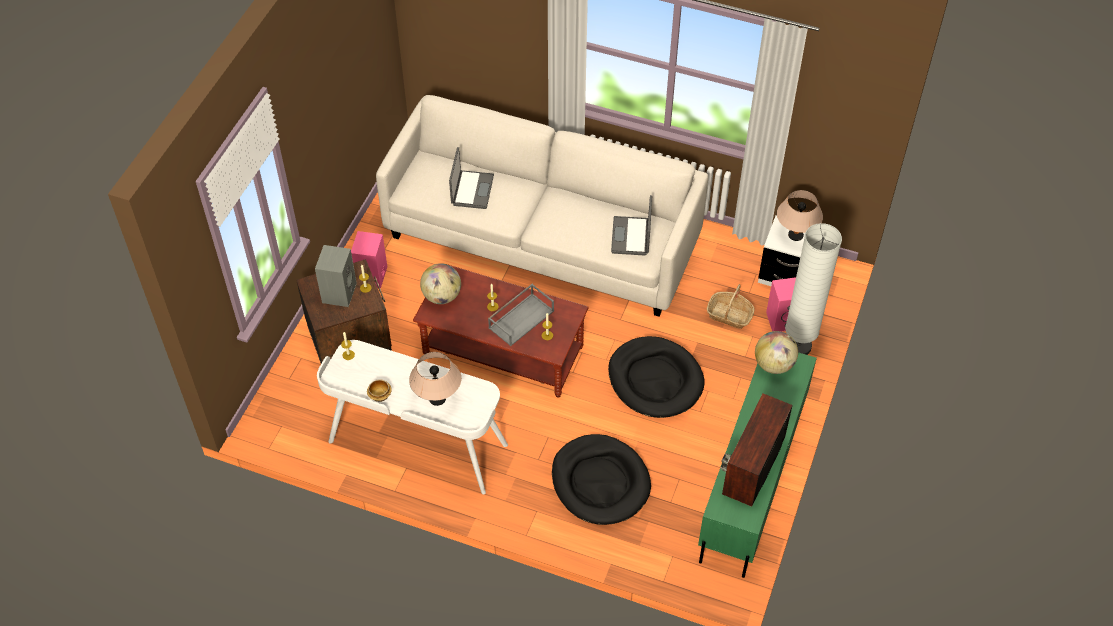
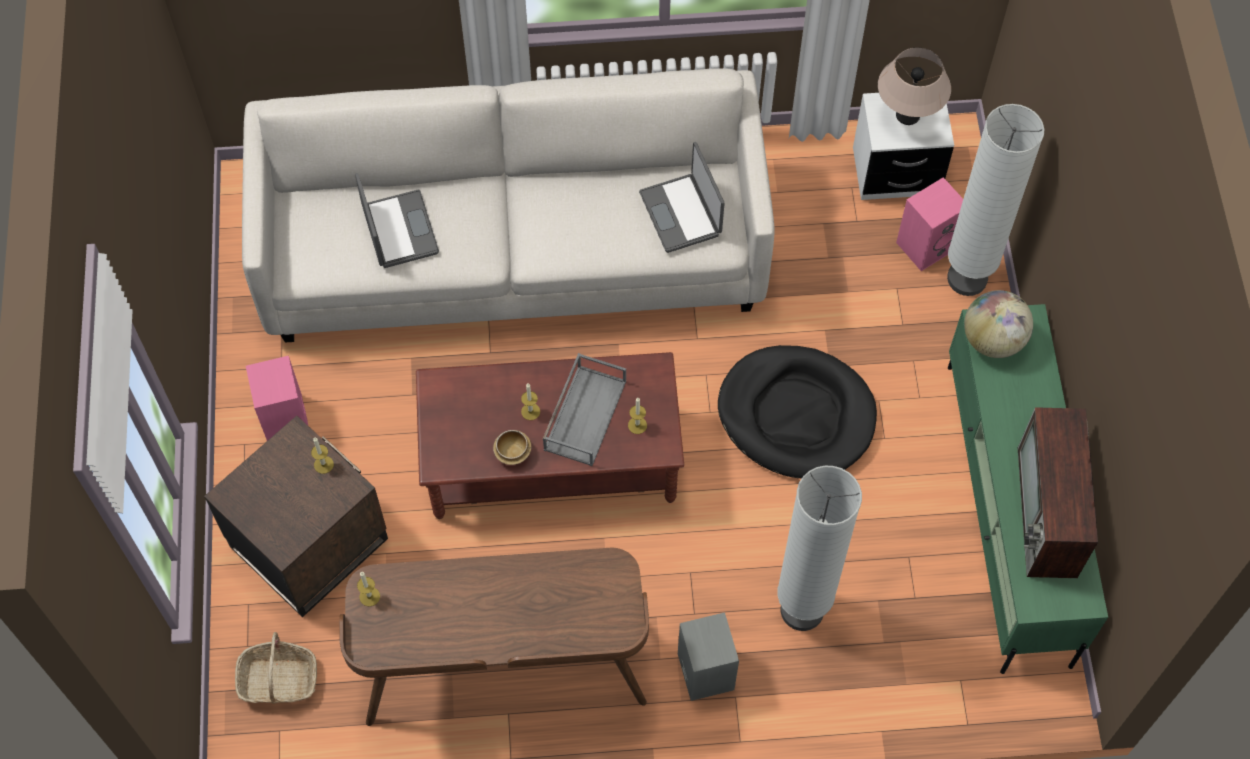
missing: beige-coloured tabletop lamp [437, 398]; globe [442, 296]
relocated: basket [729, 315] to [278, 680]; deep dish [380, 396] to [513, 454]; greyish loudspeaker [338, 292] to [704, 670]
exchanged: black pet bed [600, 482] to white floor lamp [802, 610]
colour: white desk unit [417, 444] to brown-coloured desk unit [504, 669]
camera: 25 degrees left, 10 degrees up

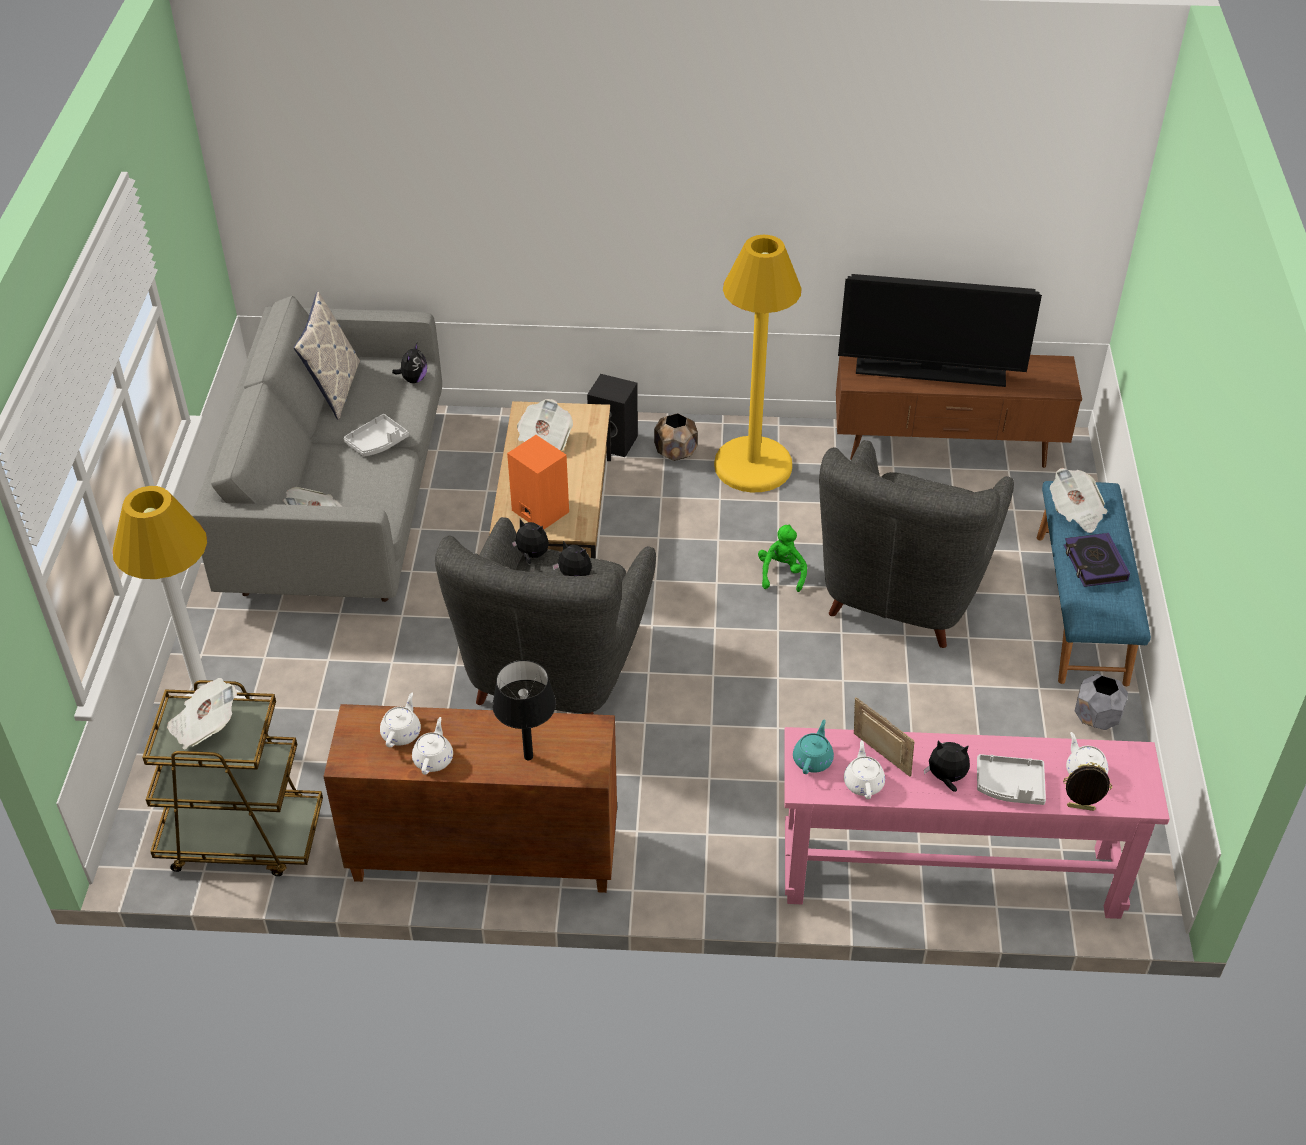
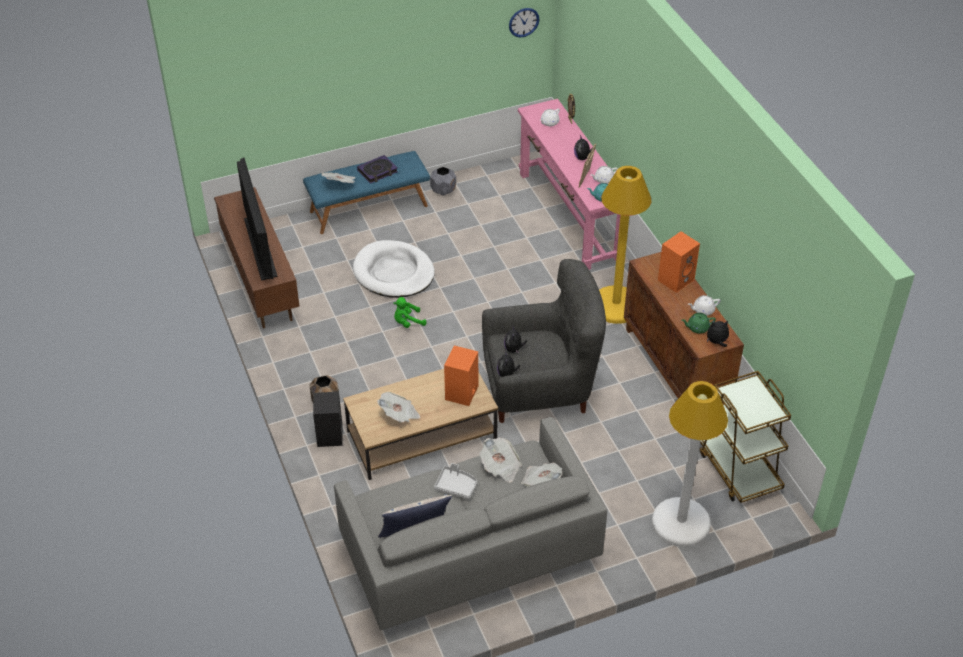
missing: greyish carrying tray [1010, 786]
appeared: wall clock [523, 22]
relocated: newspaper [205, 726] to [500, 467]; yellow-coloured floor lamp [753, 466] to [616, 305]; soft toy [413, 379] to [717, 342]
exchanged: greyish lounge chair [903, 591] to white pet bed [394, 273]; black tabletop lamp [528, 757] to orange loudspeaker [676, 279]
colour: white pot for tea [402, 732] to green-coloured pot for tea [697, 328]
camera: 115 degrees left, 0 degrees up

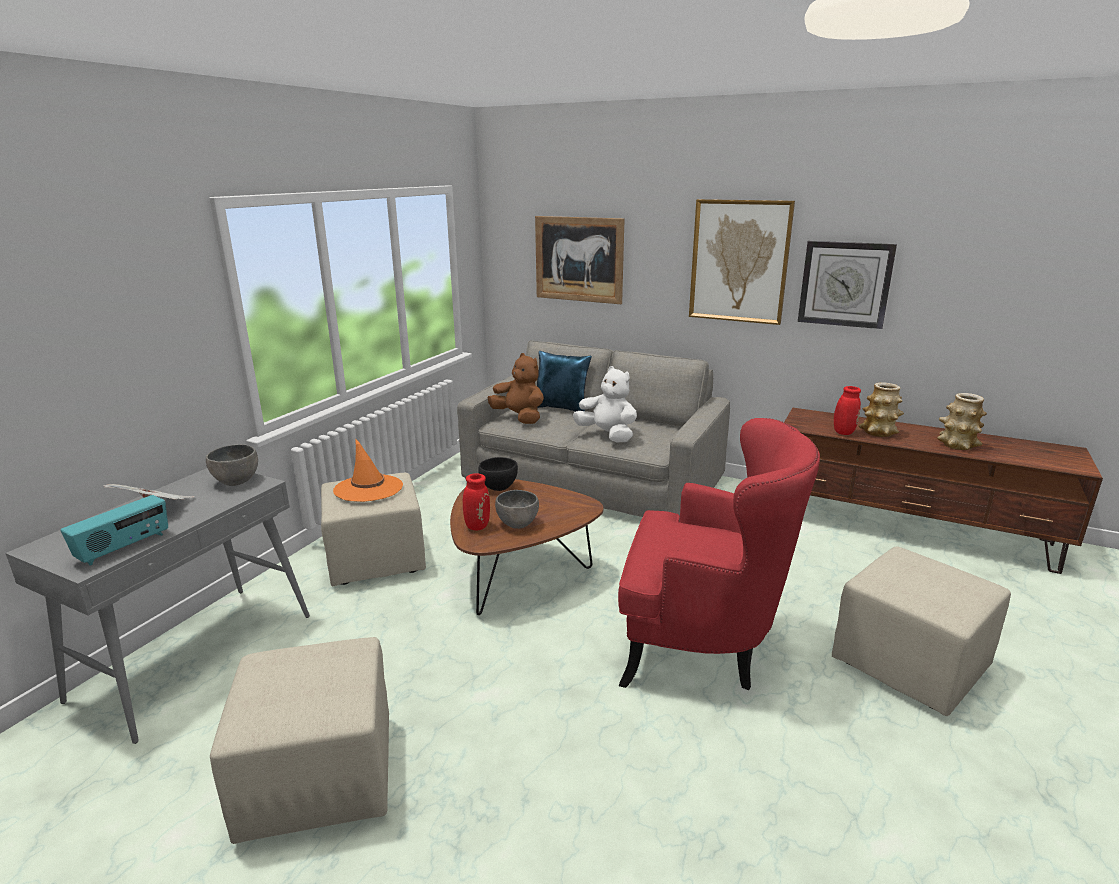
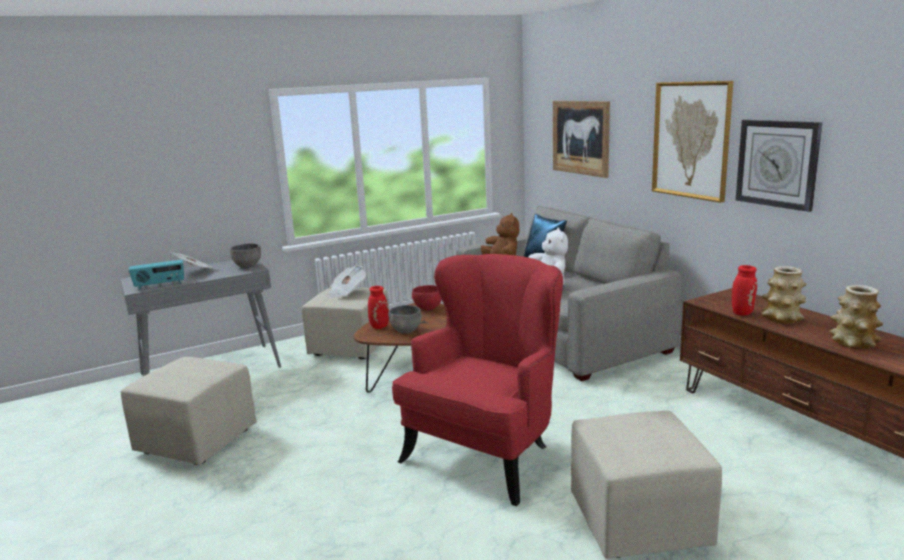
exchanged: orange wearable hat [368, 488] to newspaper [346, 293]
colour: black deep dish [499, 487] to reddish deep dish [428, 308]
spun: reddish lounge chair [702, 645] = [487, 453] 105 degrees counterclockwise
camera: 35 degrees right, 5 degrees down

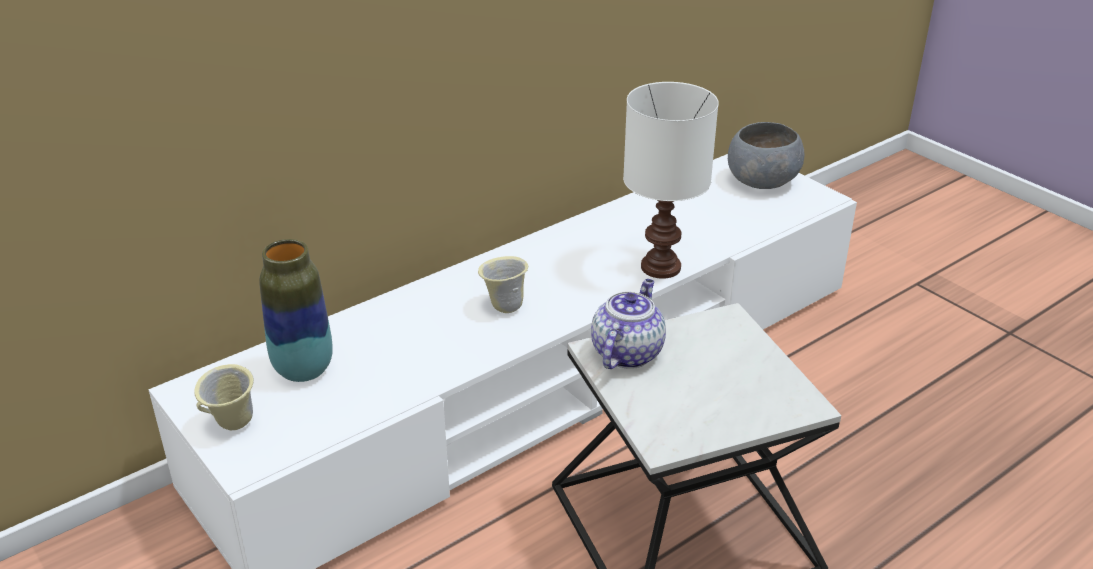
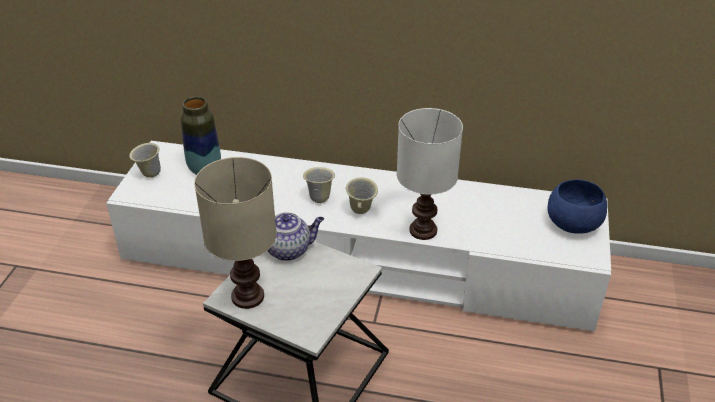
appeared: beige-coloured tabletop lamp [249, 297]; beige-coloured tea mug [361, 212]
colour: greyish deep dish [760, 181] to blue-coloured deep dish [572, 223]
camera: 50 degrees right, 5 degrees up

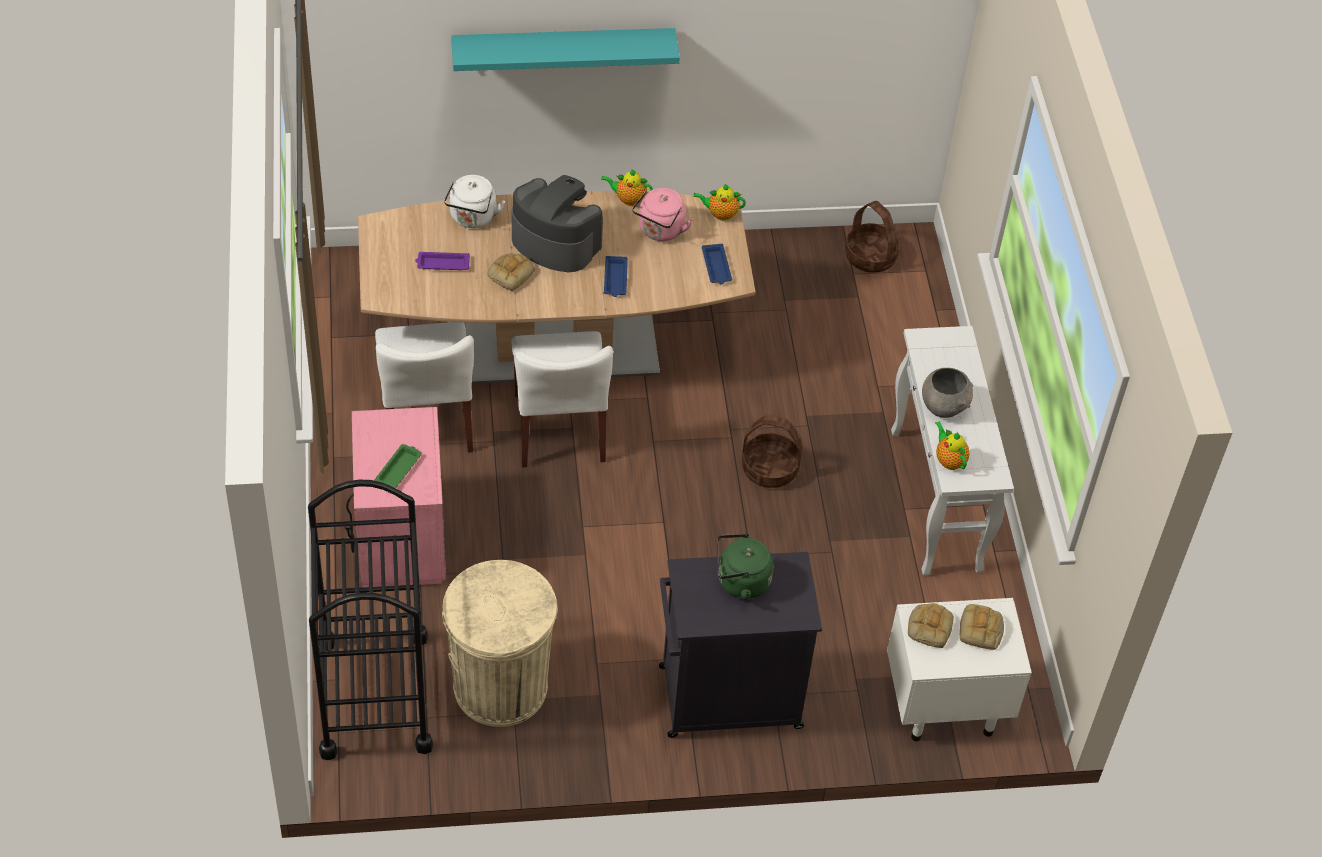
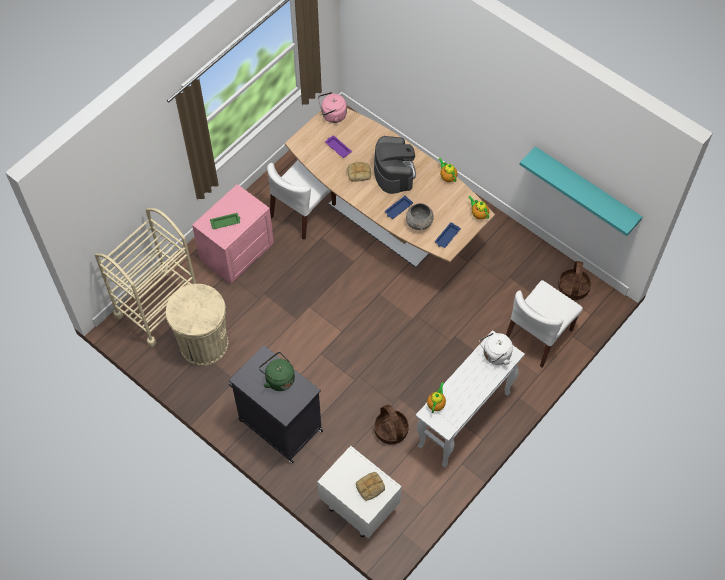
missing: bakery bread [929, 627]
relocated: pink-coloured tea kettle [660, 231] to [332, 115]; basket [769, 469] to [390, 430]; greyish deep dish [943, 407] to [419, 223]; white tea kettle [472, 218] to [495, 355]; white plain chair [559, 428] to [538, 336]; turquoise-coloured wall shelf [563, 48] to [585, 188]
colour: black cart [374, 695] to beige-coloured cart [158, 307]
camera: 50 degrees right, 10 degrees up

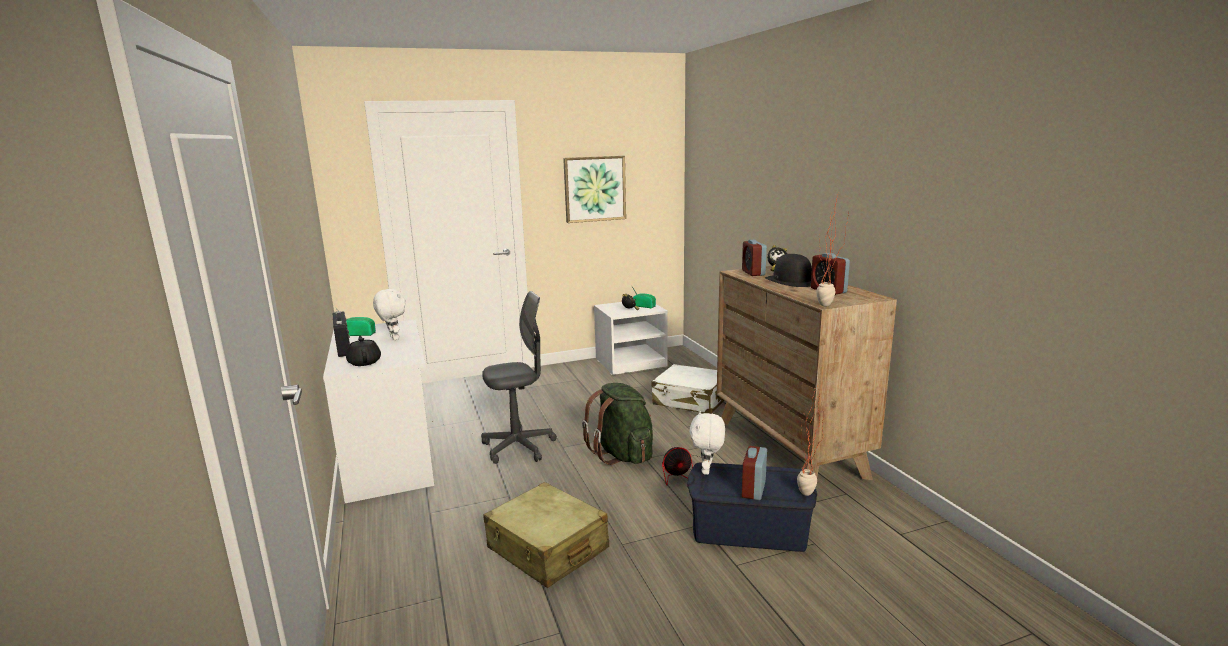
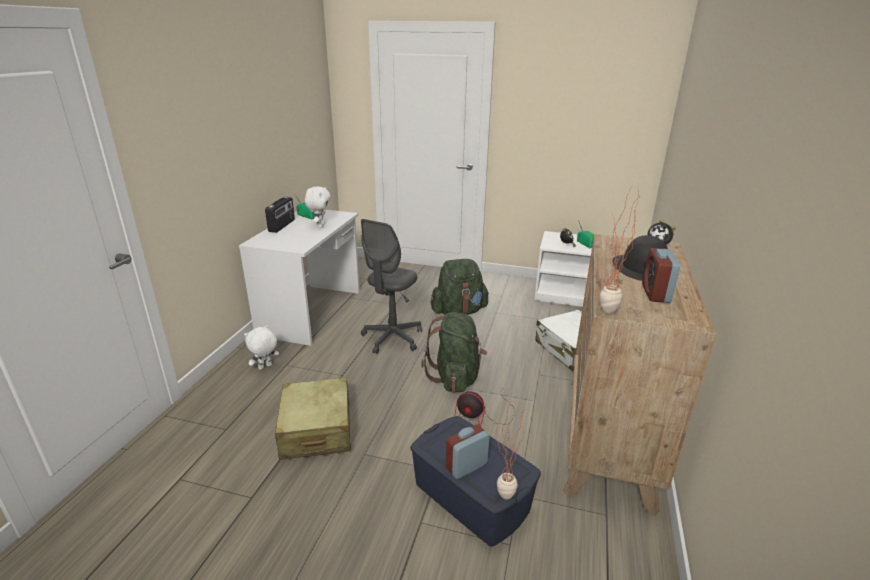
missing: black pot for tea [364, 362]; picture [594, 189]; bedside clock [753, 273]
appeared: green-coloured knapsack [459, 312]
relocated: white soft toy [707, 470] to [265, 367]
spun: greyish office chair [518, 447] = [392, 338] 105 degrees clockwise
camera: 35 degrees right, 10 degrees up

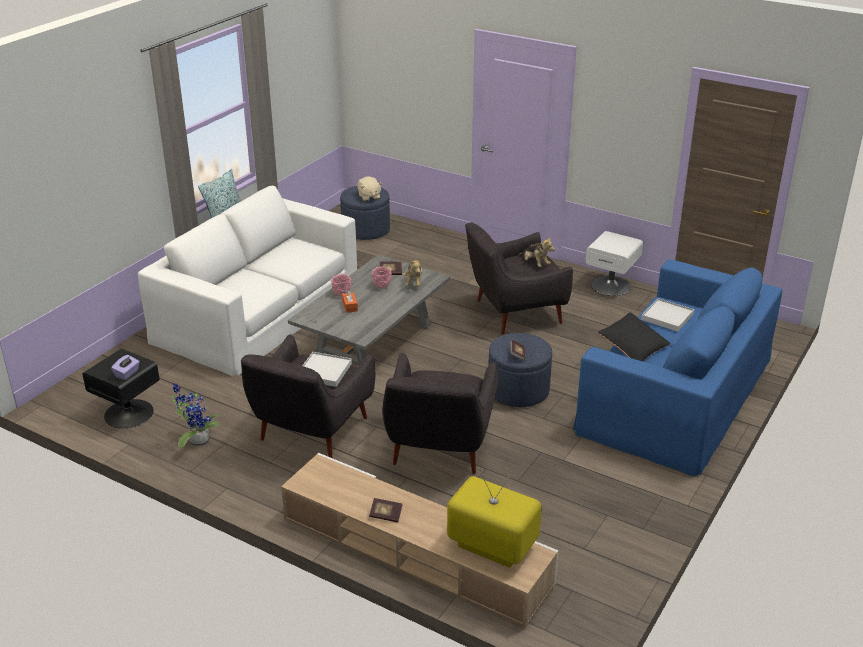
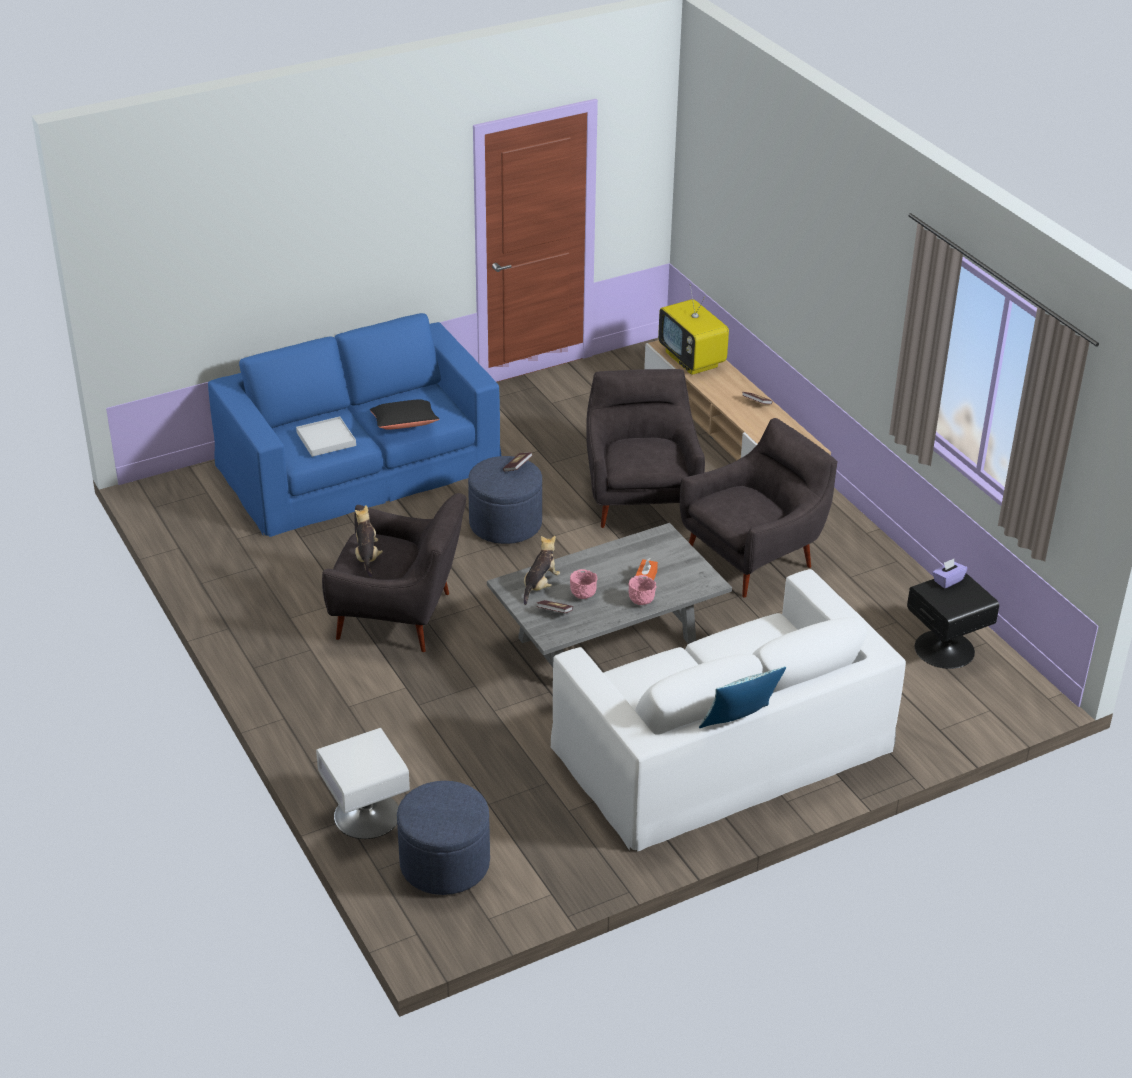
missing: houseplant [197, 441]; white carrying tray [324, 371]; beige-coloured soft toy [369, 197]
relocated: white night table [611, 285] to [366, 815]
spun: greyish lounge chair [439, 449] = [640, 498] 45 degrees counterclockwise
camera: 150 degrees left, 5 degrees up

